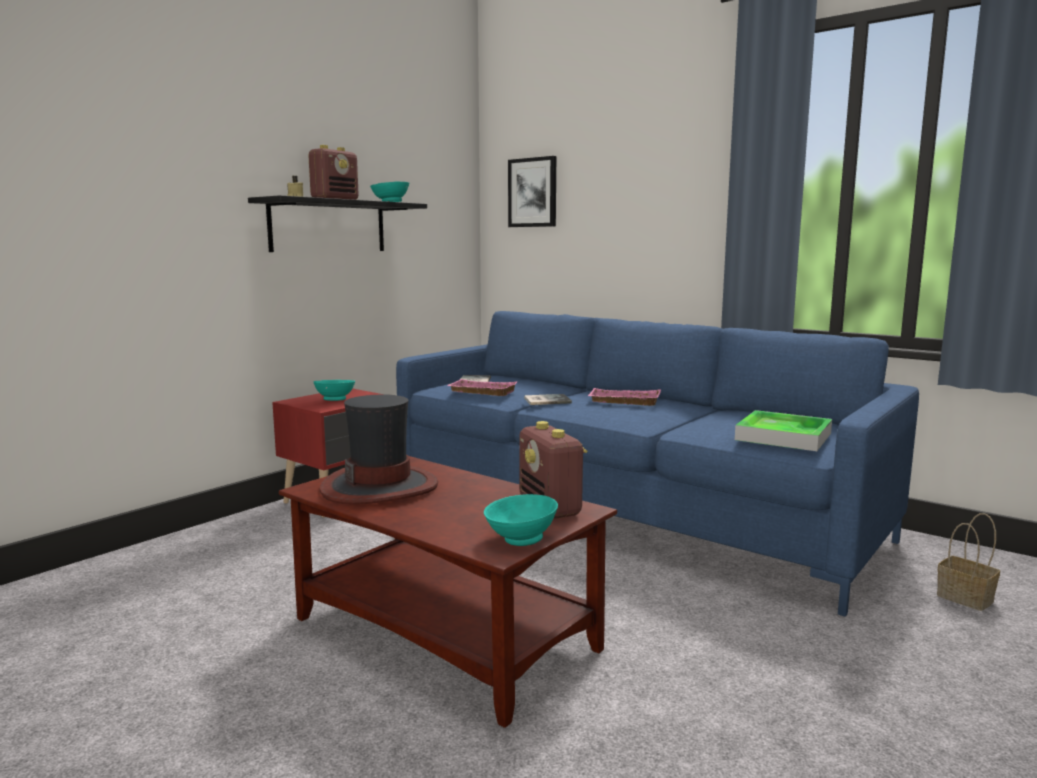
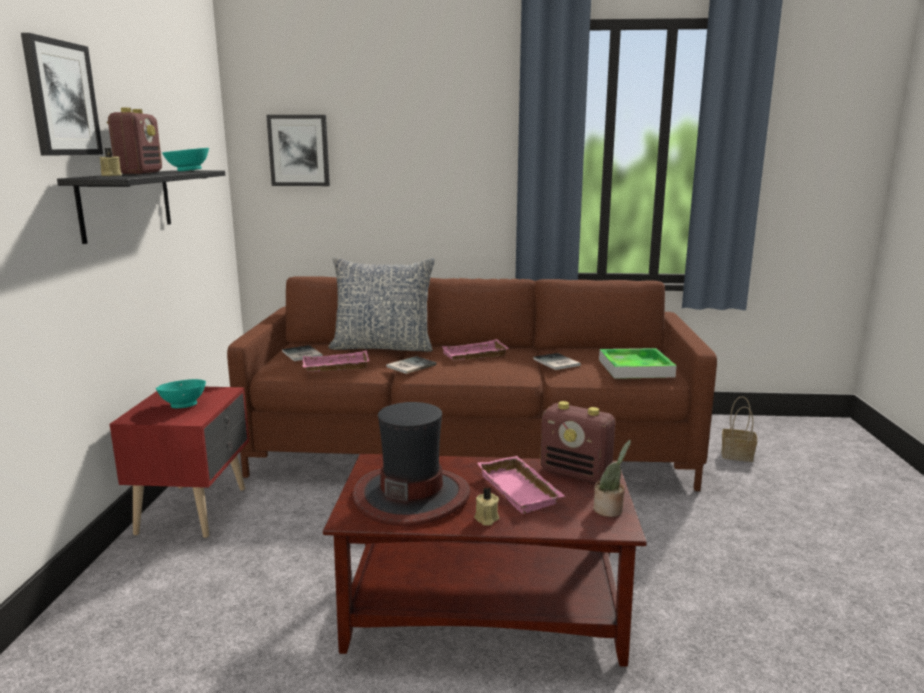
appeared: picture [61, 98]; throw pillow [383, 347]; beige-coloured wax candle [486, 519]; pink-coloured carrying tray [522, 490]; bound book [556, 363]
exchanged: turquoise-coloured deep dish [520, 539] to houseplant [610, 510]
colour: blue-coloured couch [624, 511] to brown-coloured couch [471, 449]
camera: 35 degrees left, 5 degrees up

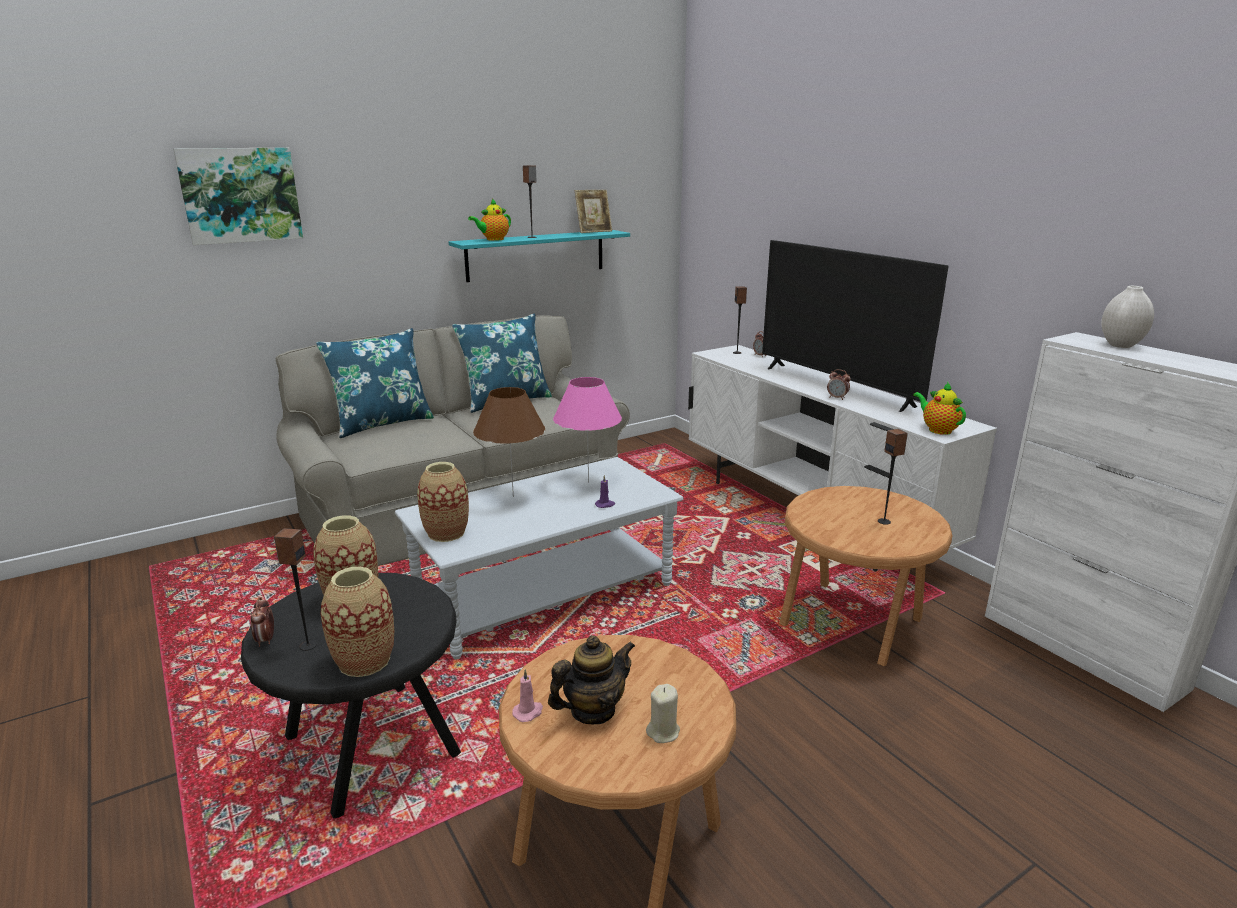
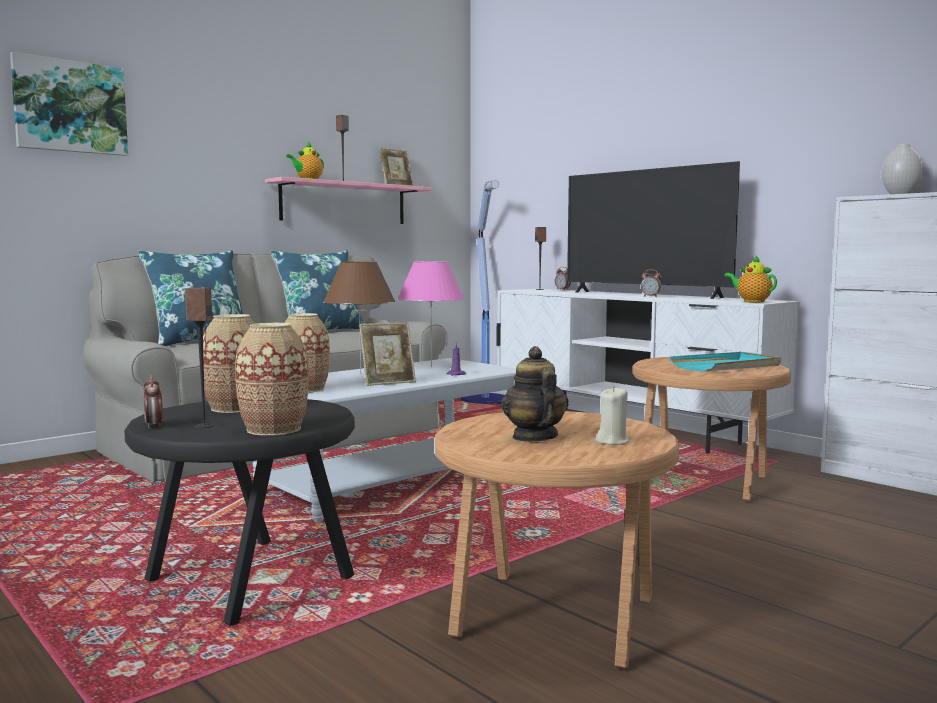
missing: pink-coloured wax candle [528, 712]
appeared: standing frame [388, 382]; floor lamp [486, 400]
exchanged: loudspeaker [884, 521] to turquoise-coloured carrying tray [727, 366]
colour: turquoise-coloured wall shelf [536, 255] to pink-coloured wall shelf [344, 203]
spun: pot for tea [592, 711] = [534, 437] 60 degrees counterclockwise
camera: 10 degrees left, 15 degrees down

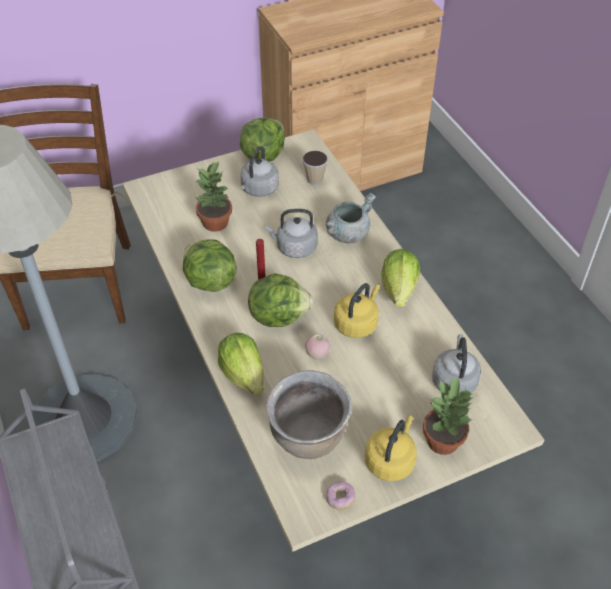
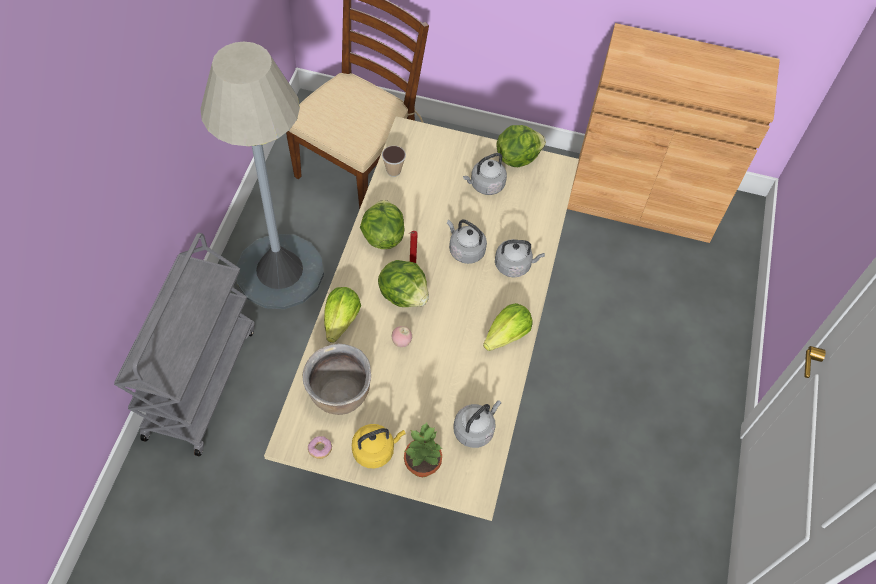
missing: houseplant [216, 223]; yellow-coloured tea kettle [357, 323]
relocated: drinking cup [314, 180] to [393, 171]
exchanged: greyish saucepot [347, 233] to greyish tea kettle [514, 265]
camera: 35 degrees right, 10 degrees up

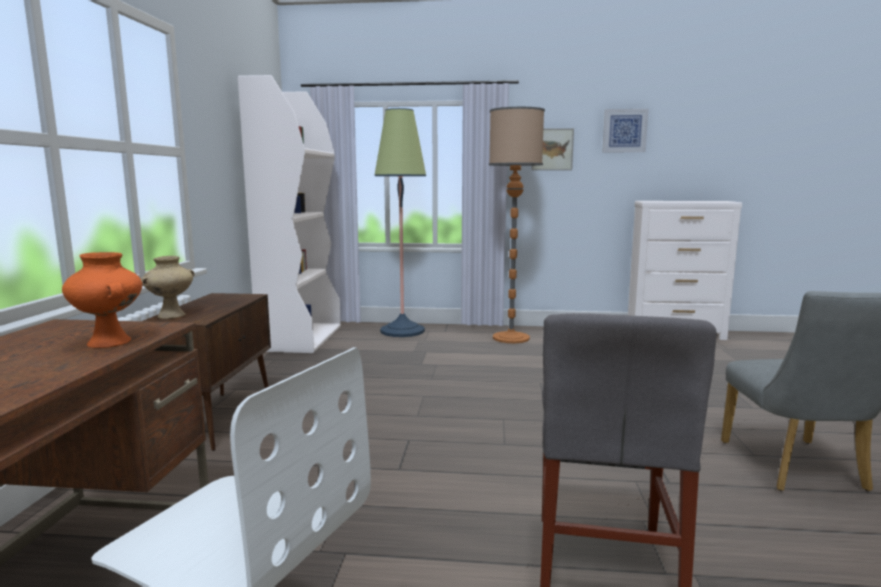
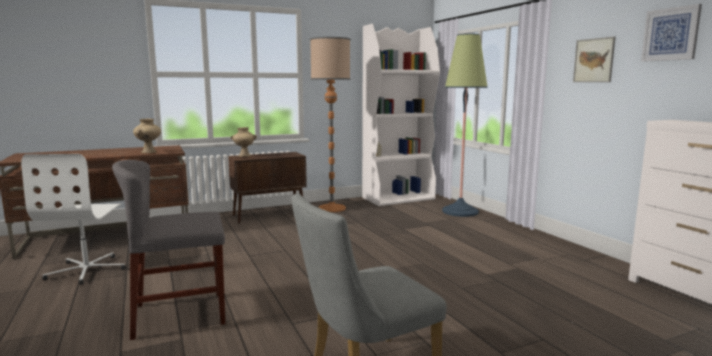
relocated: floor lamp [510, 338] to [332, 208]
colour: orange vase [111, 342] to beige-coloured vase [149, 152]
camera: 60 degrees right, 0 degrees up

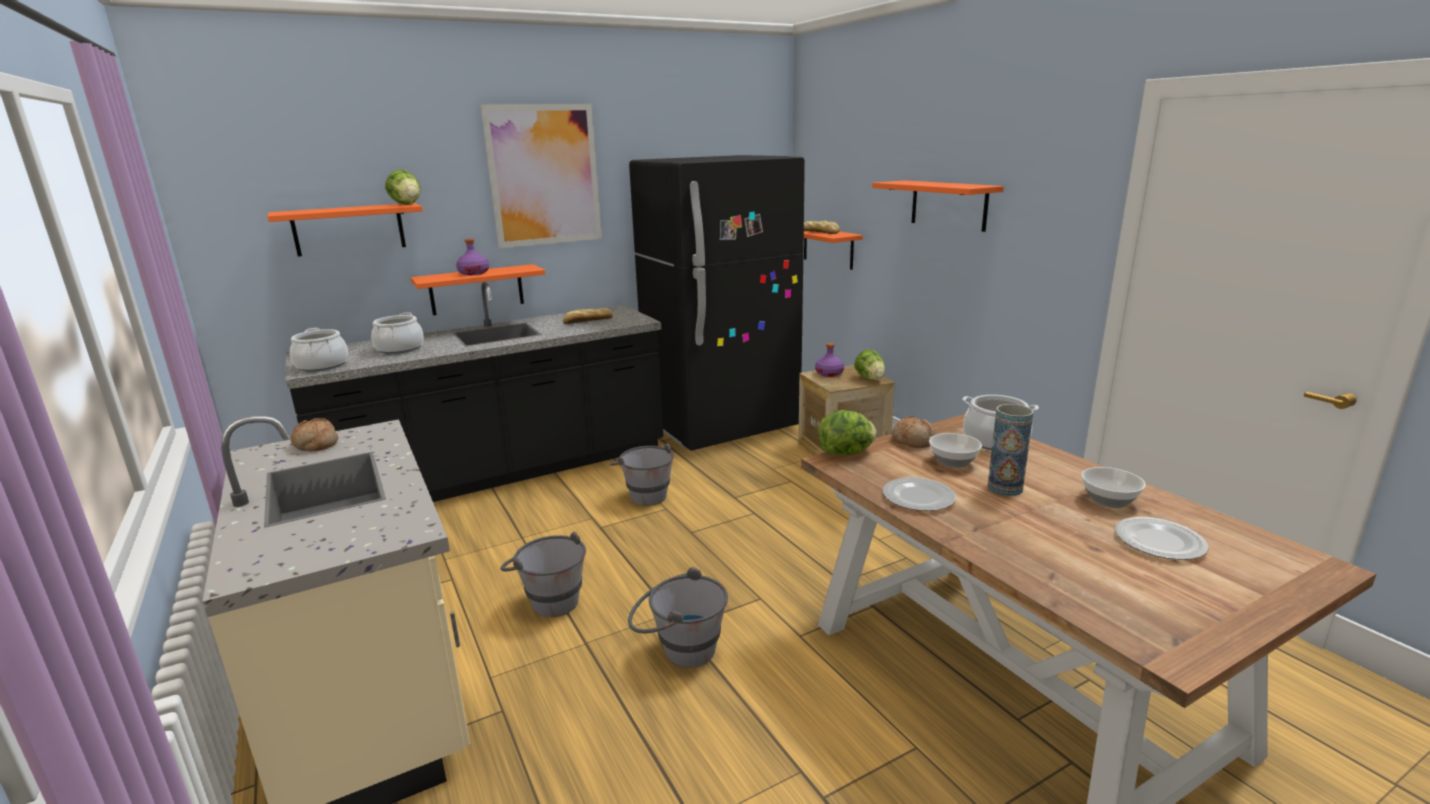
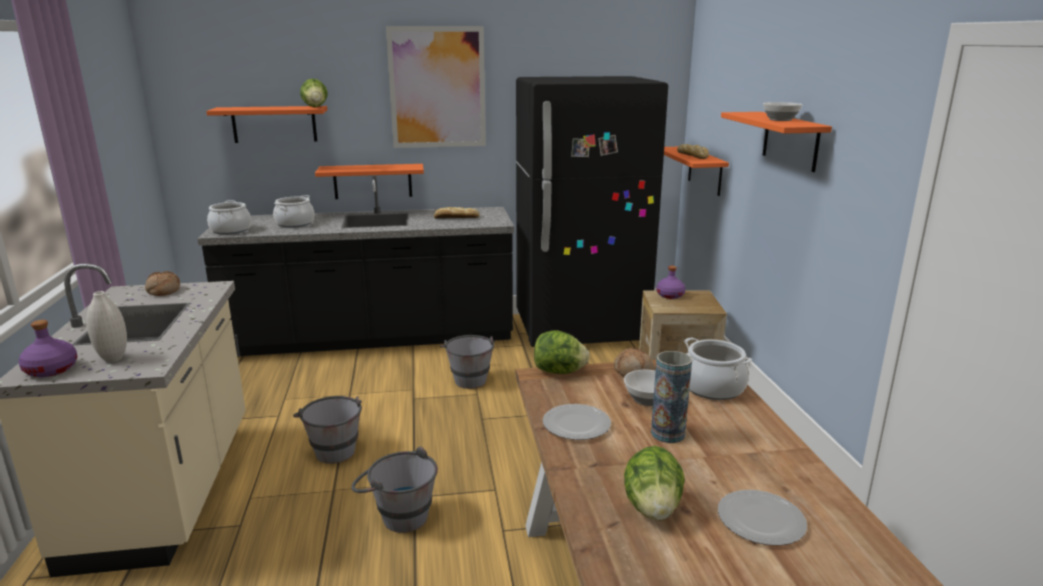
appeared: white vase [113, 359]
relocated: purplish drink bottle [474, 273] to [52, 369]; lettuce head [869, 379] to [652, 508]; deep dish [1107, 500] to [779, 119]
camera: 20 degrees right, 0 degrees up

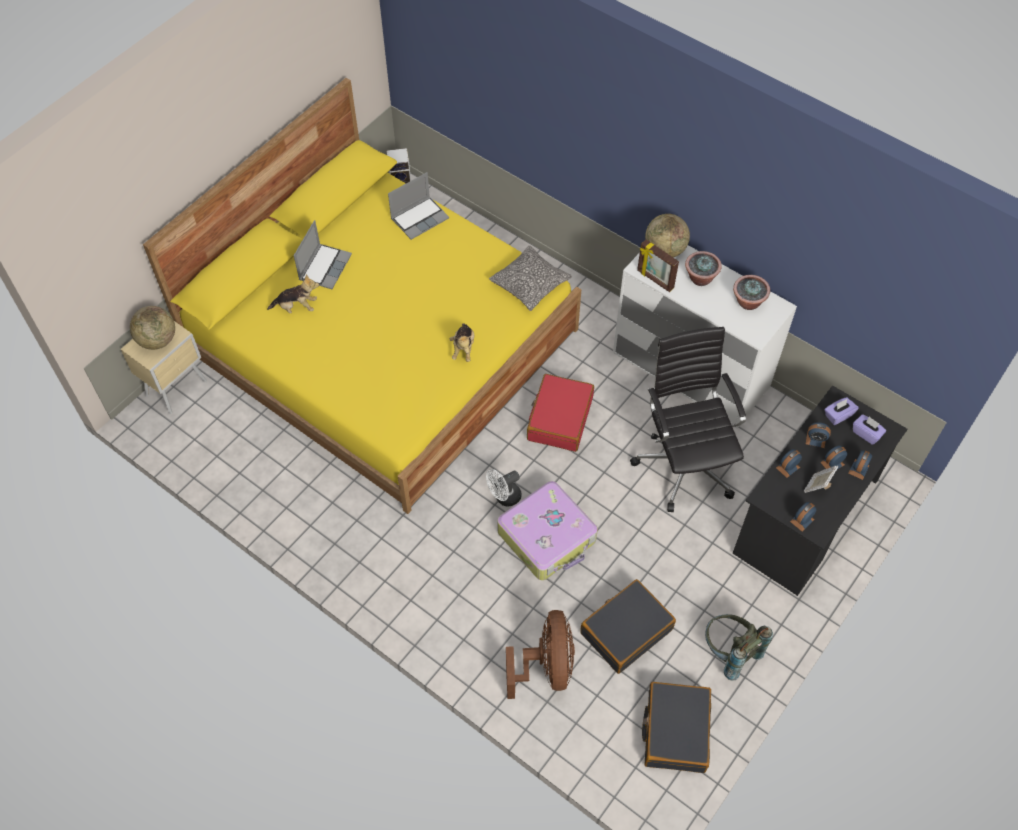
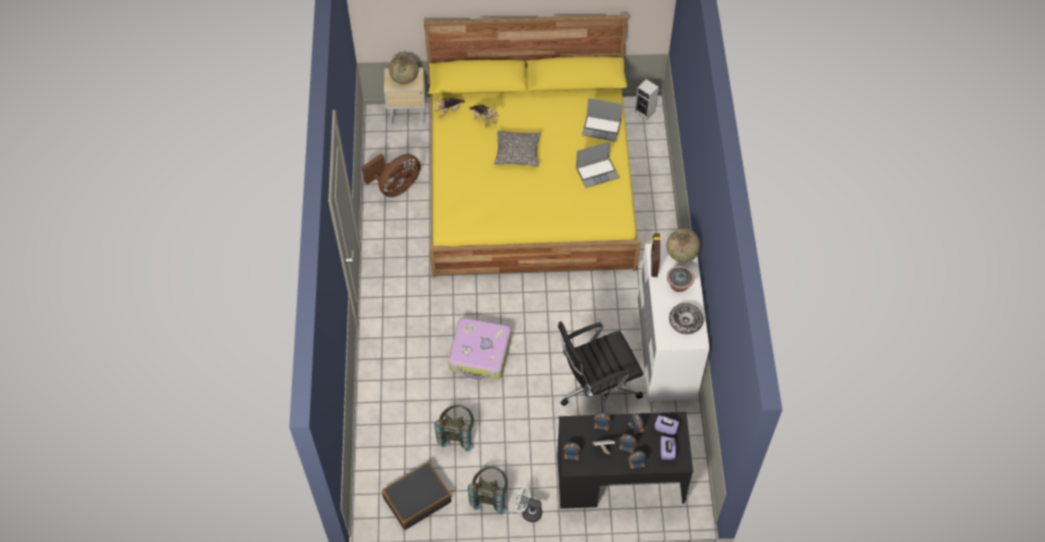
missing: reddish travel case [559, 419]
relocated: brown-coloured fan [546, 667] to [396, 187]; soft toy [463, 348] to [448, 111]; throw pillow [530, 284] to [517, 153]; white fan [504, 497] to [528, 512]; laptop [325, 267] to [597, 172]
exchanged: black travel case [626, 630] to greyish knapsack [457, 433]; houseplant [748, 302] to deep dish [685, 321]
spun: black office chair [685, 462] = [596, 390] 150 degrees counterclockwise
camera: 50 degrees right, 0 degrees up

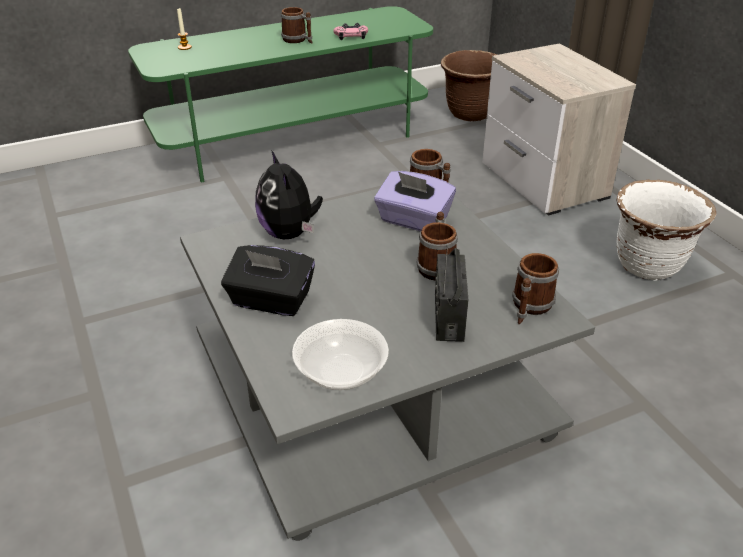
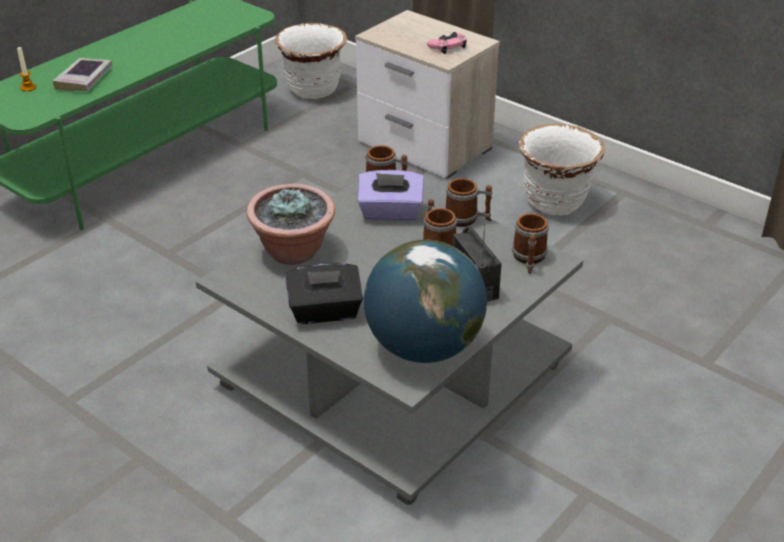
appeared: bound book [84, 79]
relocated: pink-coloured joypad [351, 36] to [447, 46]; tea mug [298, 40] to [467, 219]
exchanged: soft toy [290, 233] to houseplant [294, 252]; deep dish [340, 372] to globe [424, 348]
colour: brown-coloured planter [470, 114] to white planter [313, 91]
camera: 25 degrees left, 0 degrees up

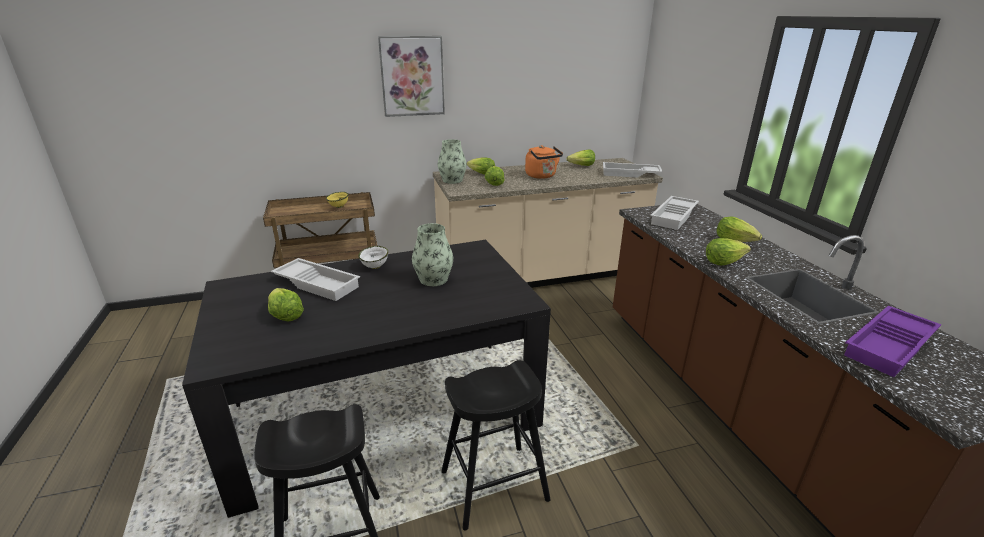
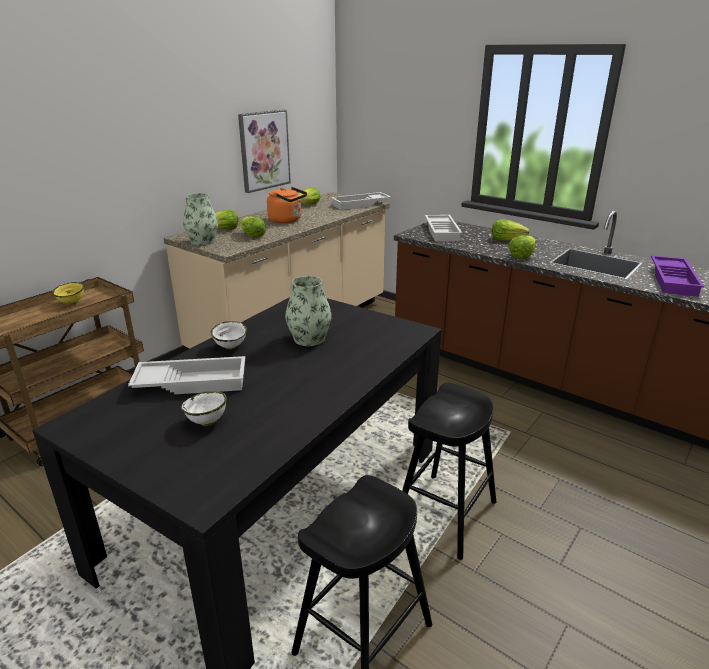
relocated: picture [412, 76] to [264, 150]
exchanged: lettuce head [285, 315] to white deep dish [207, 422]
camera: 35 degrees left, 0 degrees up

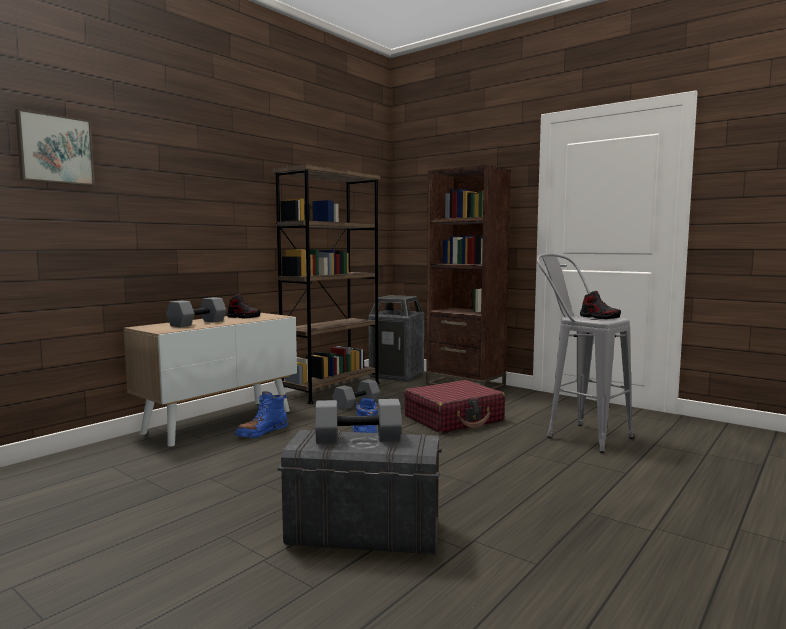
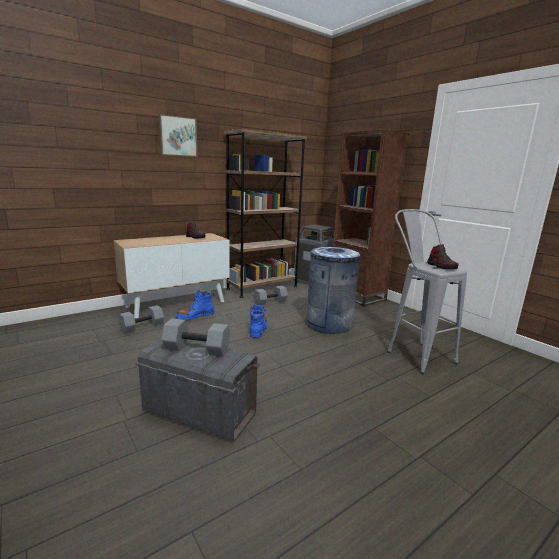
relocated: greyish free weight [197, 323] to [142, 326]; picture [55, 149] to [177, 136]
exchanged: reddish travel case [454, 419] to greyish rubbish bin [329, 324]
camera: 15 degrees right, 10 degrees up

